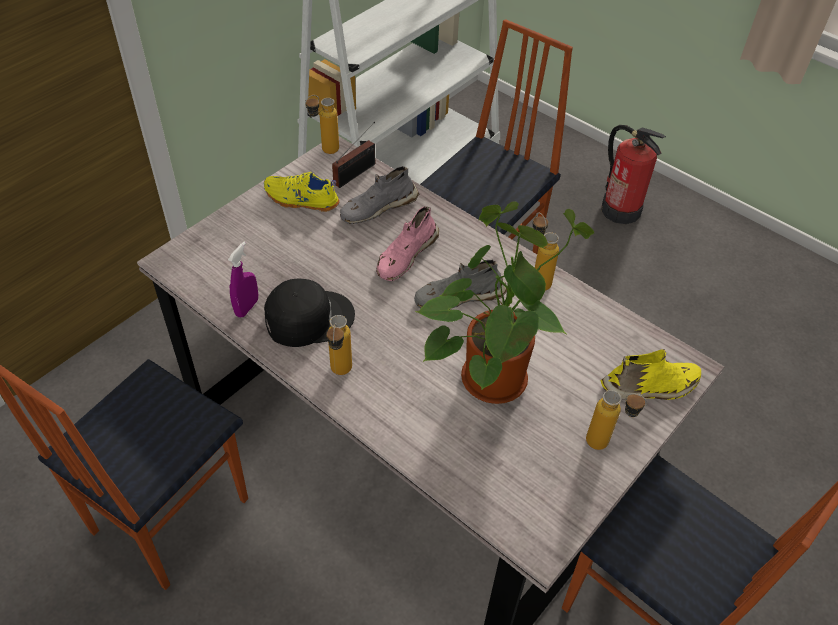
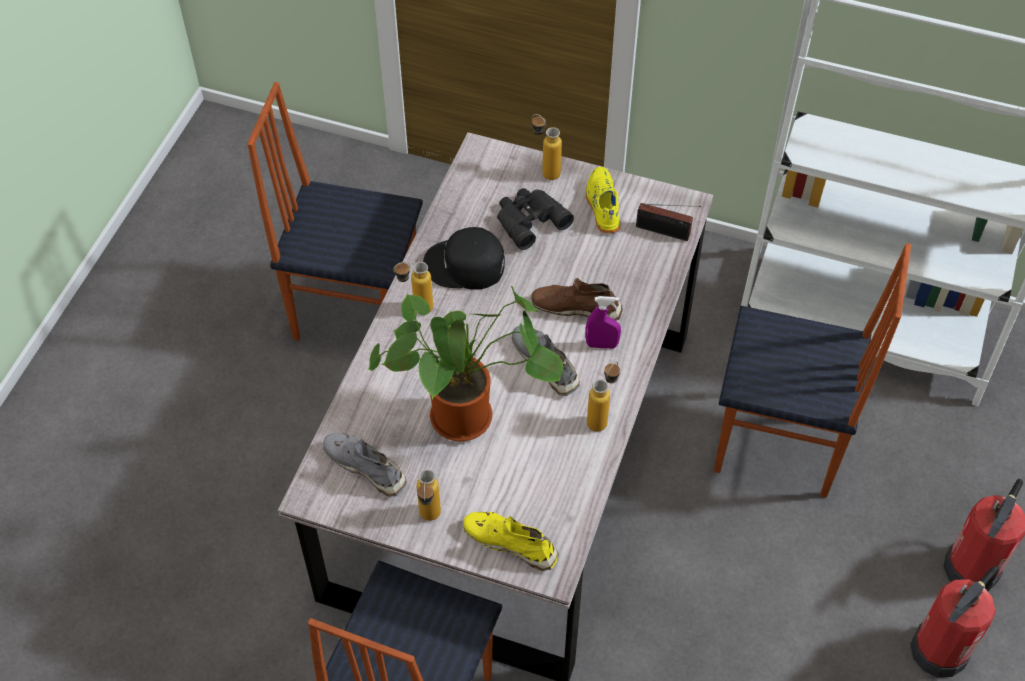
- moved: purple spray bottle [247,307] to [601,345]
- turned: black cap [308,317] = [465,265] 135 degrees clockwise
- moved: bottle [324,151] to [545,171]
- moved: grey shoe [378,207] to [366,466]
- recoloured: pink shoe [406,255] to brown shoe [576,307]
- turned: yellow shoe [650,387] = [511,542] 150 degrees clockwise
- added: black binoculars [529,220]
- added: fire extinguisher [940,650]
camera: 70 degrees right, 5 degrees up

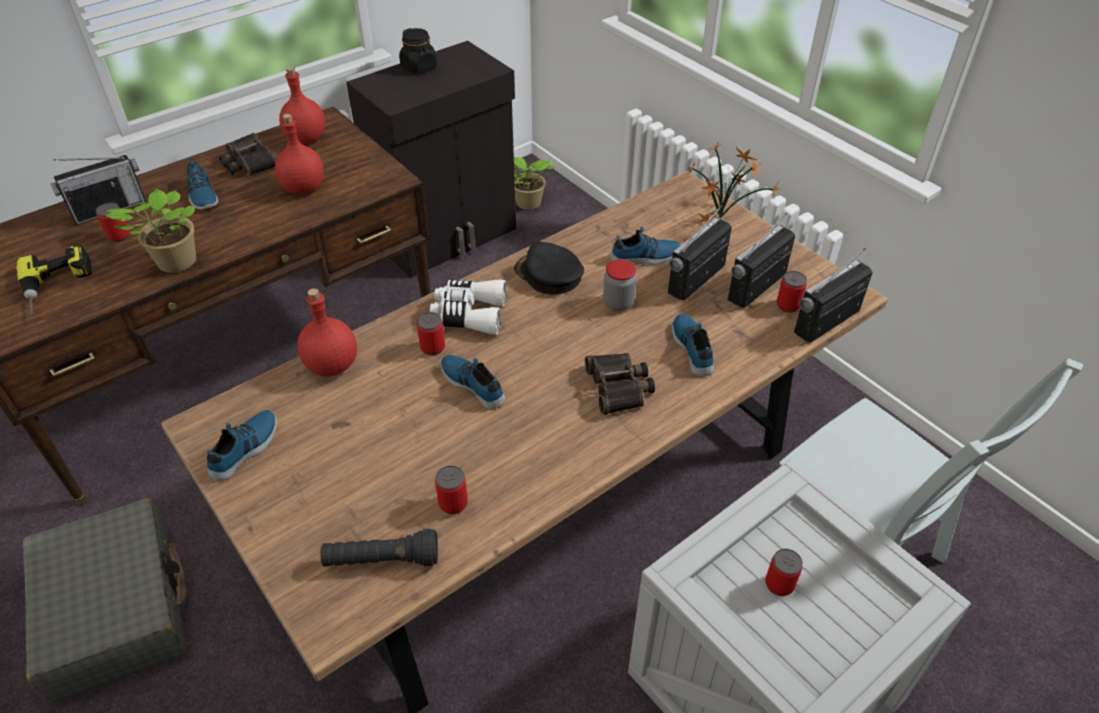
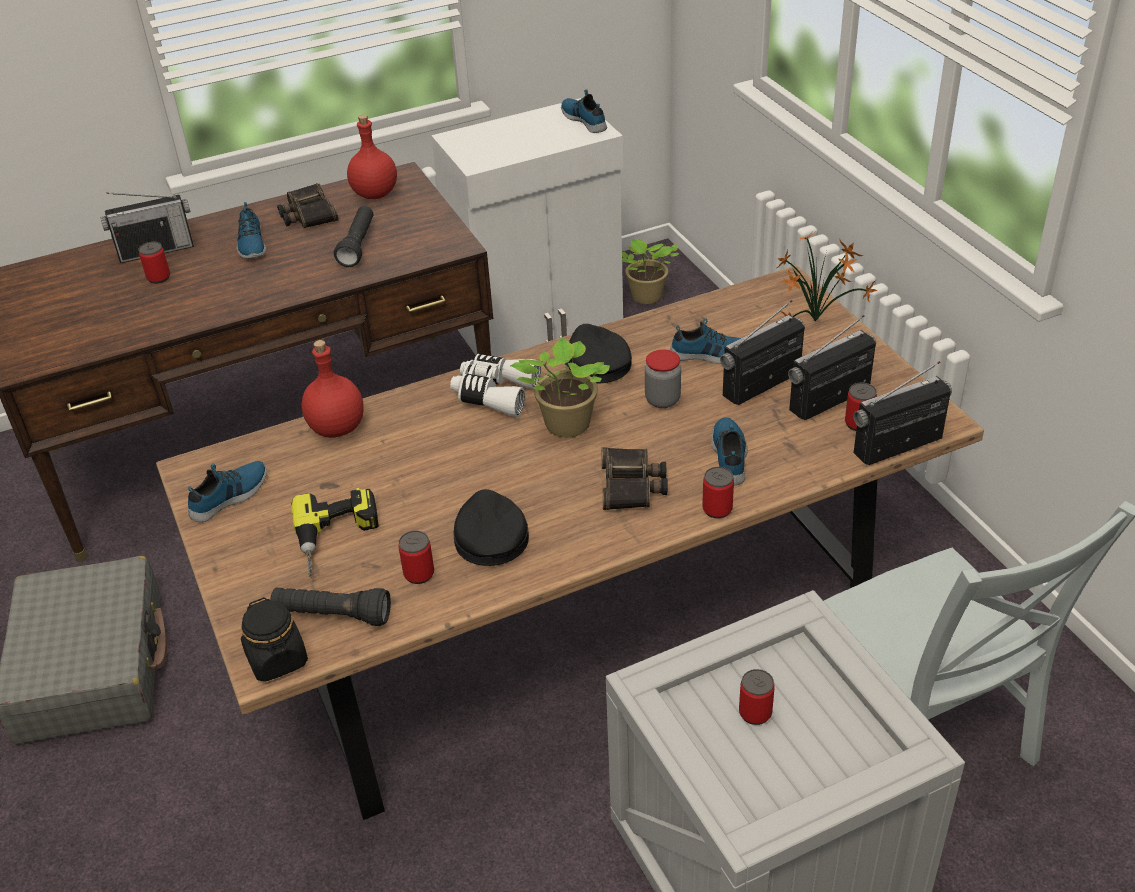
- moved: power drill [58,286] to [338,539]
- moved: potted plant [174,263] to [565,426]
- replaced: red bottle [304,187] to black flashlight [358,245]
- recoloured: black cabinet [448,236] to white cabinet [540,326]
- moved: black jar [419,67] to [277,659]
- moved: can [432,347] to [717,509]
- moved: shoe [474,384] to [585,119]
- added: black cap [489,535]
camera: 15 degrees right, 5 degrees down

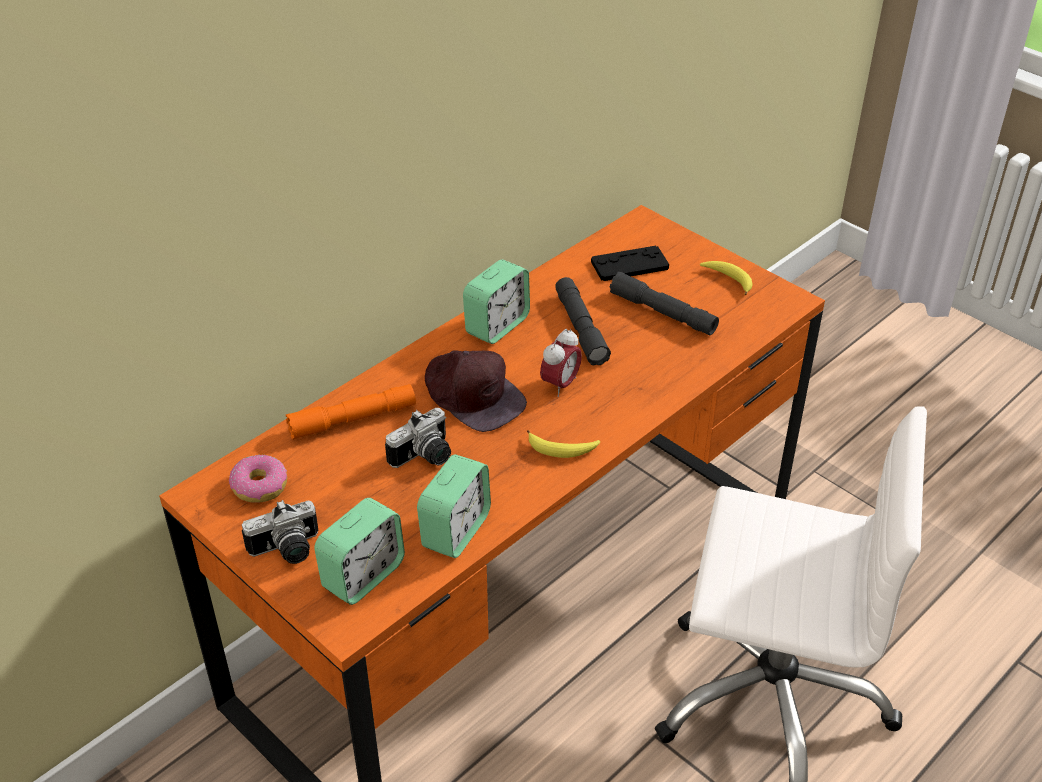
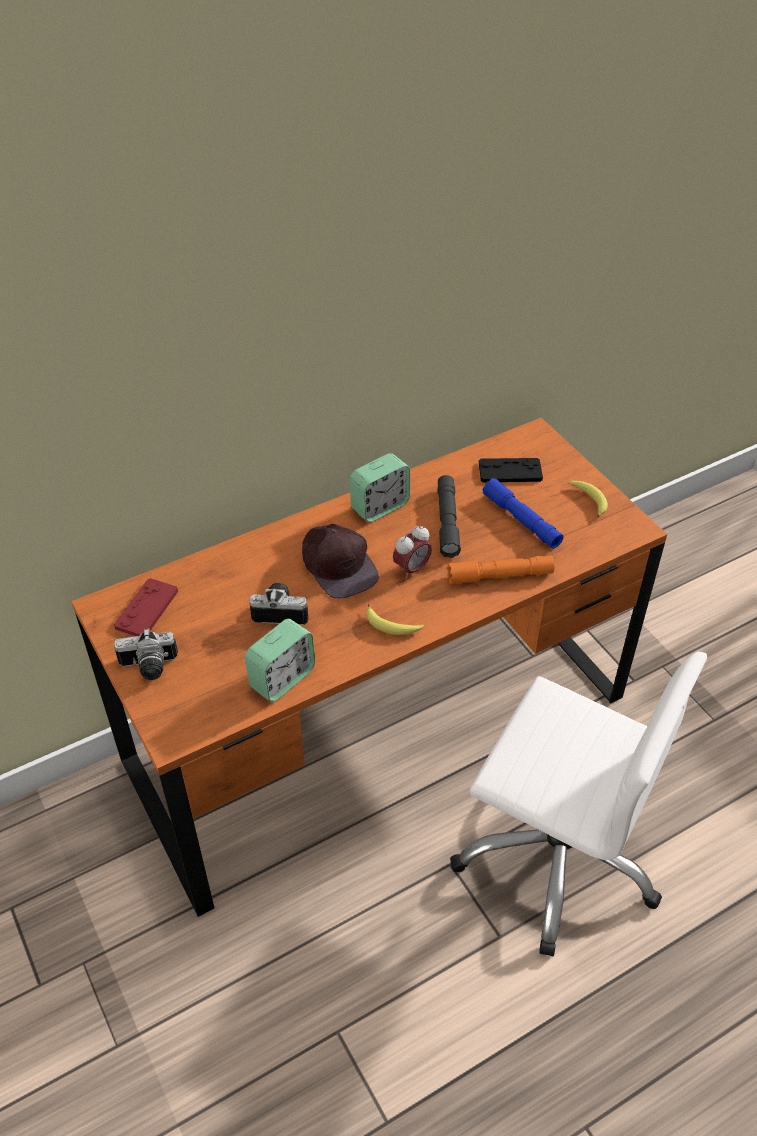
- replaced: donut [259,486] to red game controller [146,609]
- moved: orange flashlight [352,419] to [500,576]
- removed: alarm clock [363,575]
- turned: photo camera [425,457] = [281,610] 150 degrees counterclockwise
- recoloured: grey flashlight [663,313] to blue flashlight [521,520]
camera: 15 degrees right, 5 degrees up

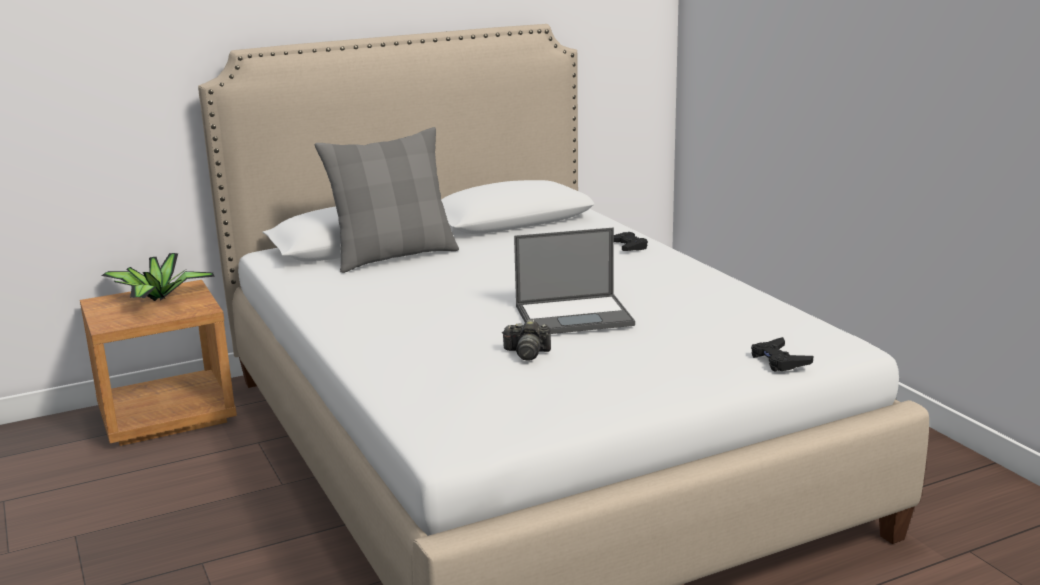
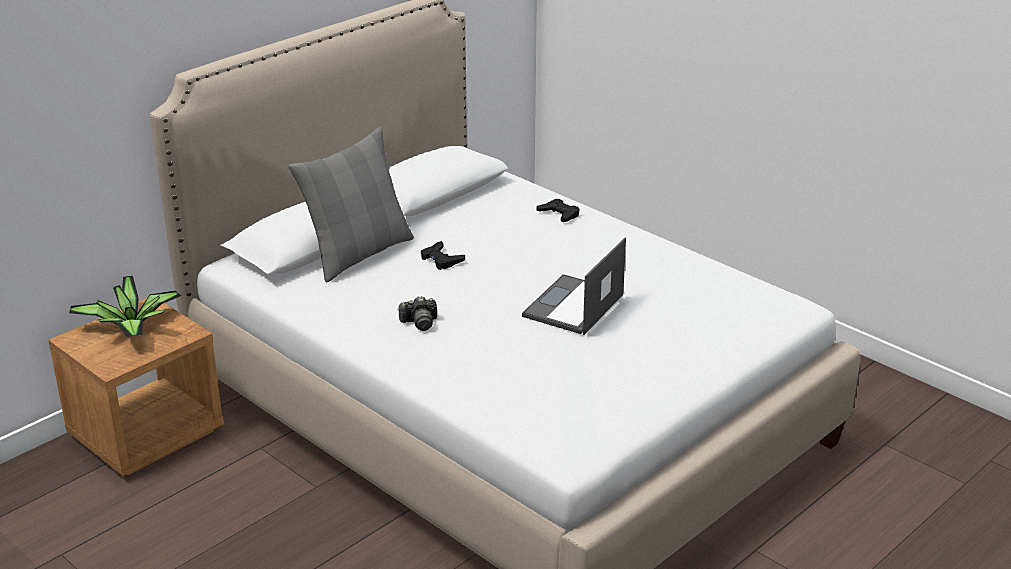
- moved: photo camera [527,353] to [419,323]
- turned: laptop [575,315] = [573,306] 150 degrees clockwise
- moved: black game controller [779,360] to [441,260]
camera: 20 degrees left, 10 degrees up

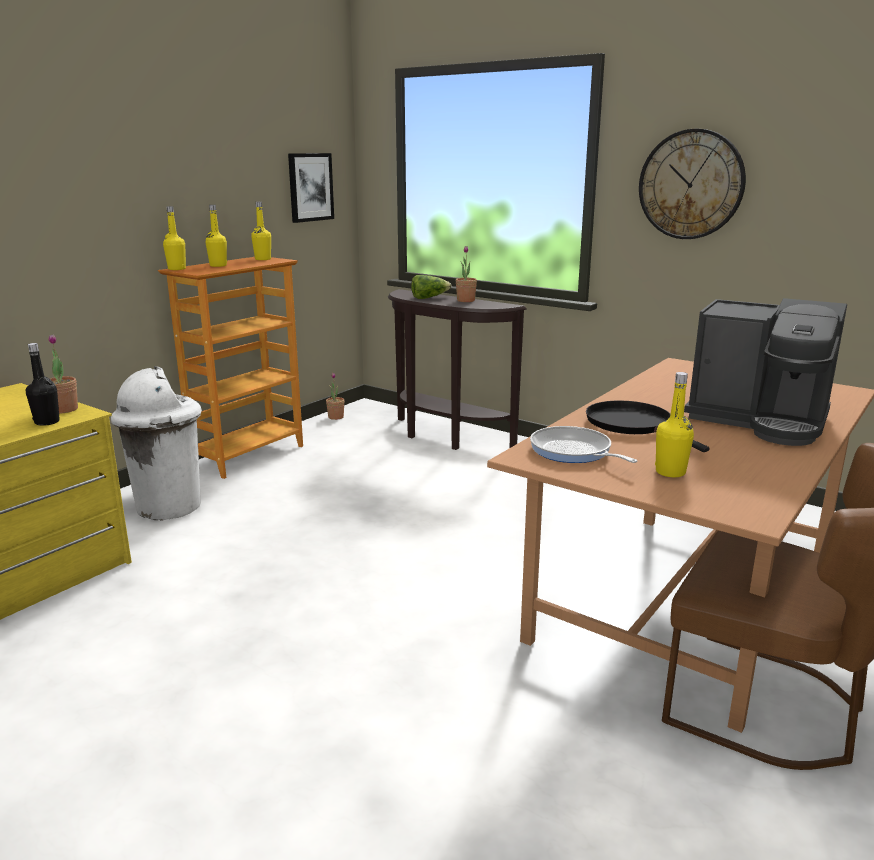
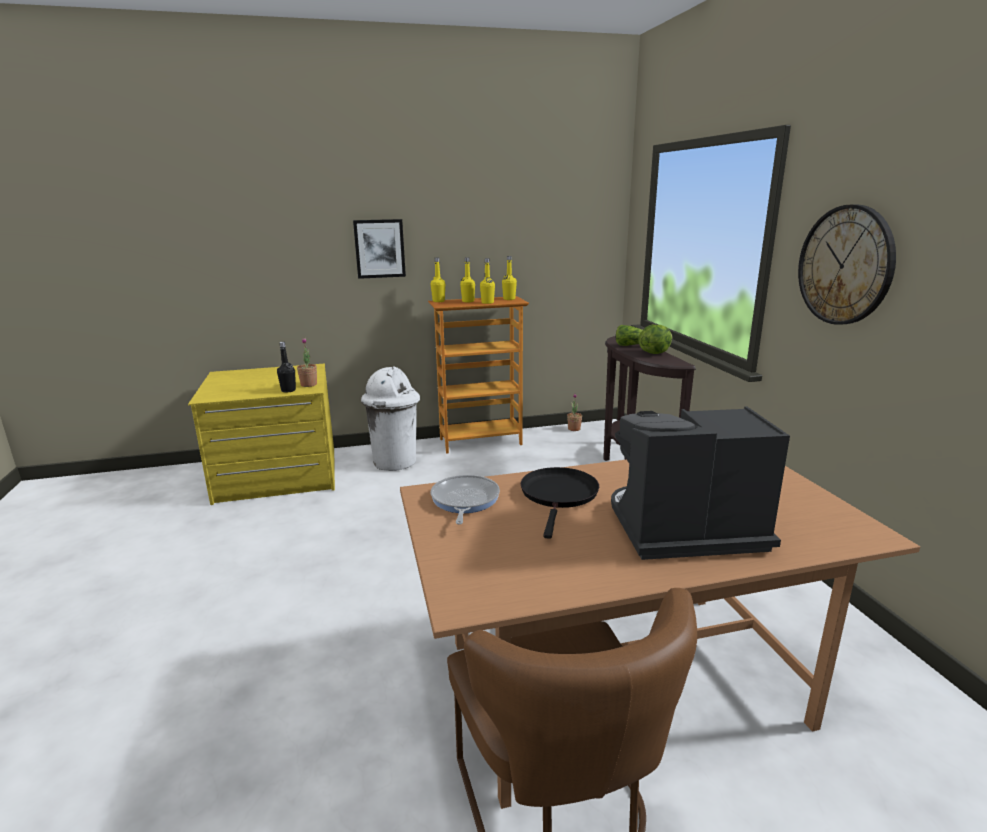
- moved: picture [310,187] to [379,248]
- replaced: potted plant [466,300] to lettuce [654,353]
- moved: yellow bottle [670,472] to [487,302]
- turned: coffee machine [759,421] = [682,531] 105 degrees clockwise
camera: 40 degrees right, 0 degrees up

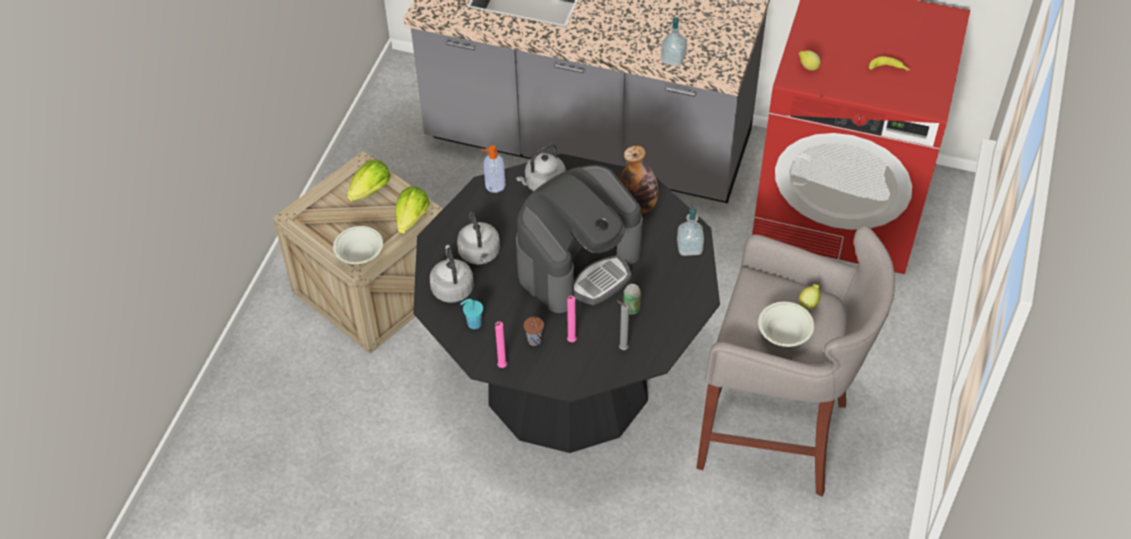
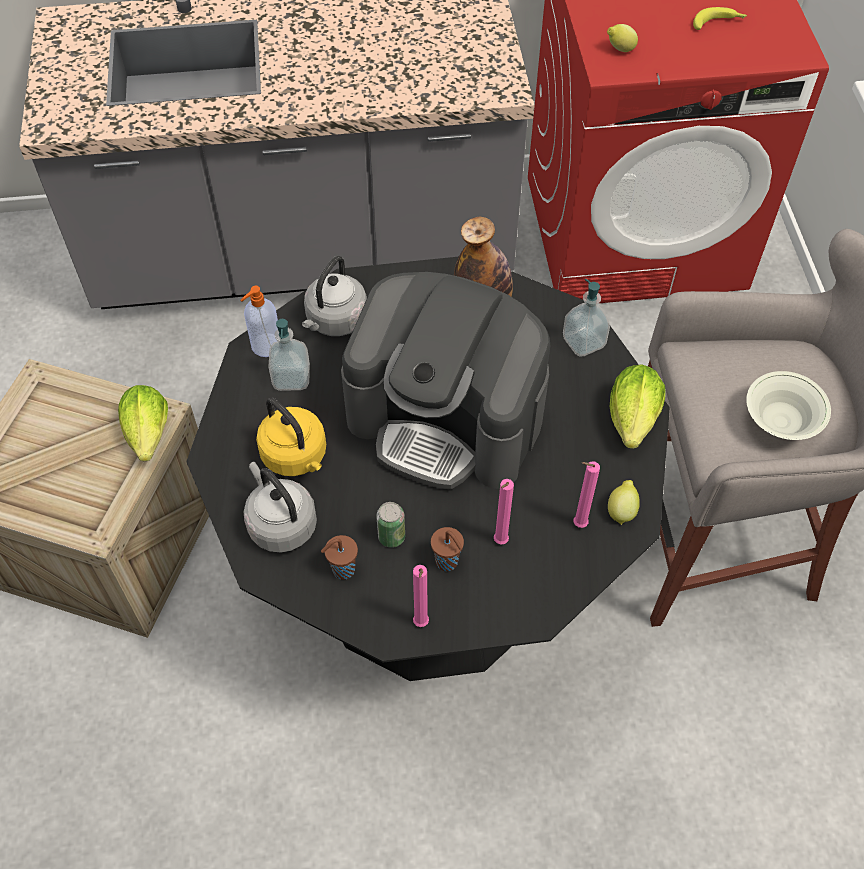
- removed: white bowl [360,257]
- moved: lettuce [368,193] to [632,424]
- recoloured: grey kettle [480,254] to yellow kettle [296,457]
- recoloured: turquoise cup [473,324] to brown cup [342,570]
- turned: coffee machine [579,263] = [447,418] 90 degrees clockwise
- recoloured: grey candle [622,348] to pink candle [577,524]
- moved: can [631,308] to [391,537]
- moved: soap dispenser [673,59] to [291,378]
- moved: lemon [809,303] to [621,510]
camera: 25 degrees left, 5 degrees up

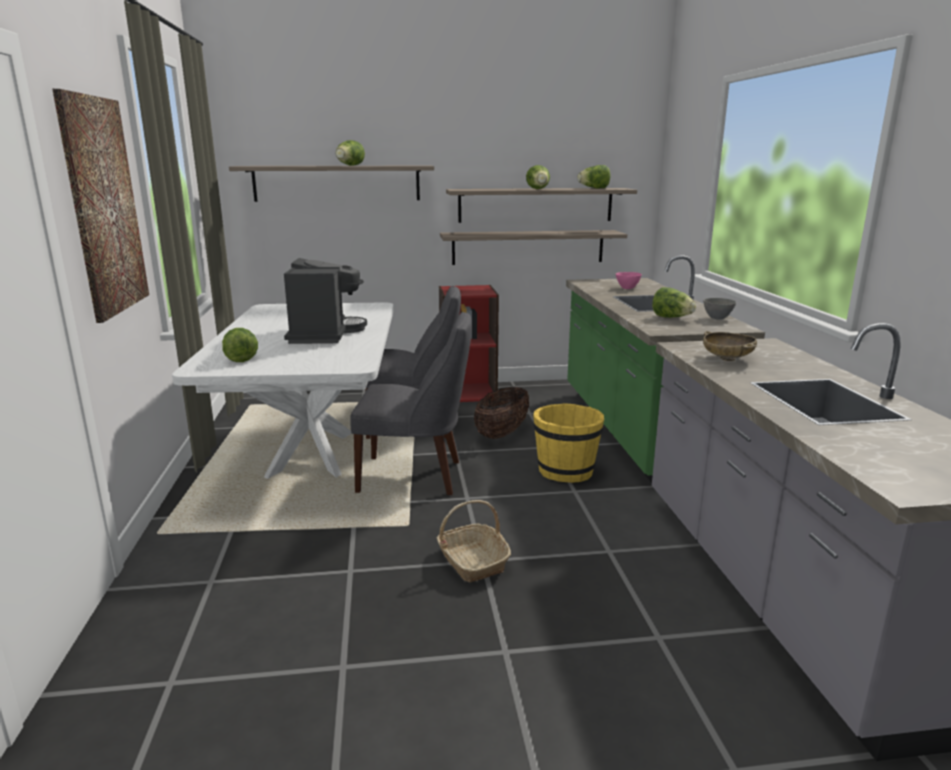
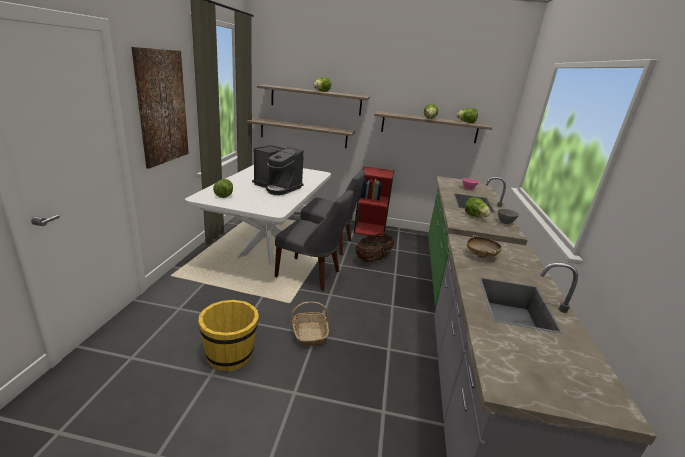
- turned: coffee machine [324,334] = [277,187] 105 degrees clockwise
- moved: shelf [528,247] to [303,133]
- moved: yellow bucket [565,471] to [230,355]
camera: 15 degrees right, 5 degrees up

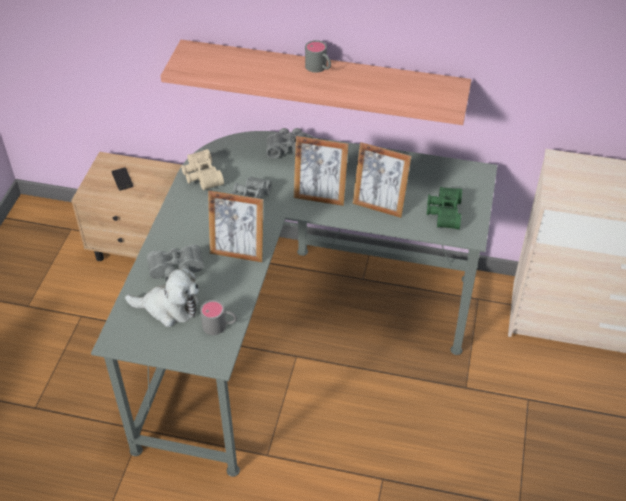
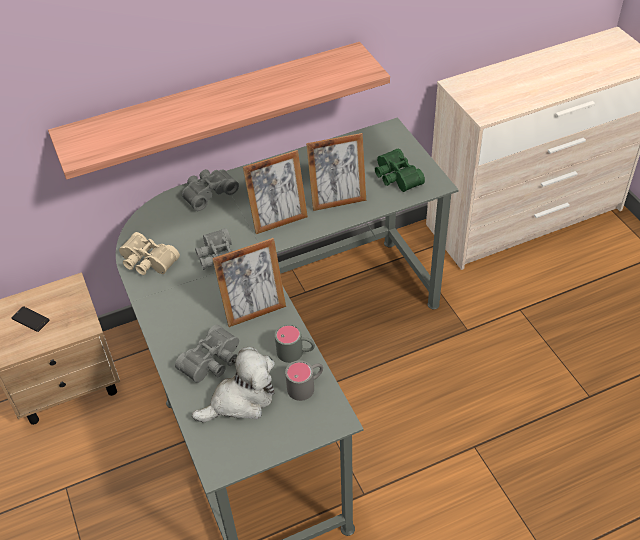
- moved: grey mug [319,68] to [296,352]
camera: 35 degrees left, 0 degrees up

